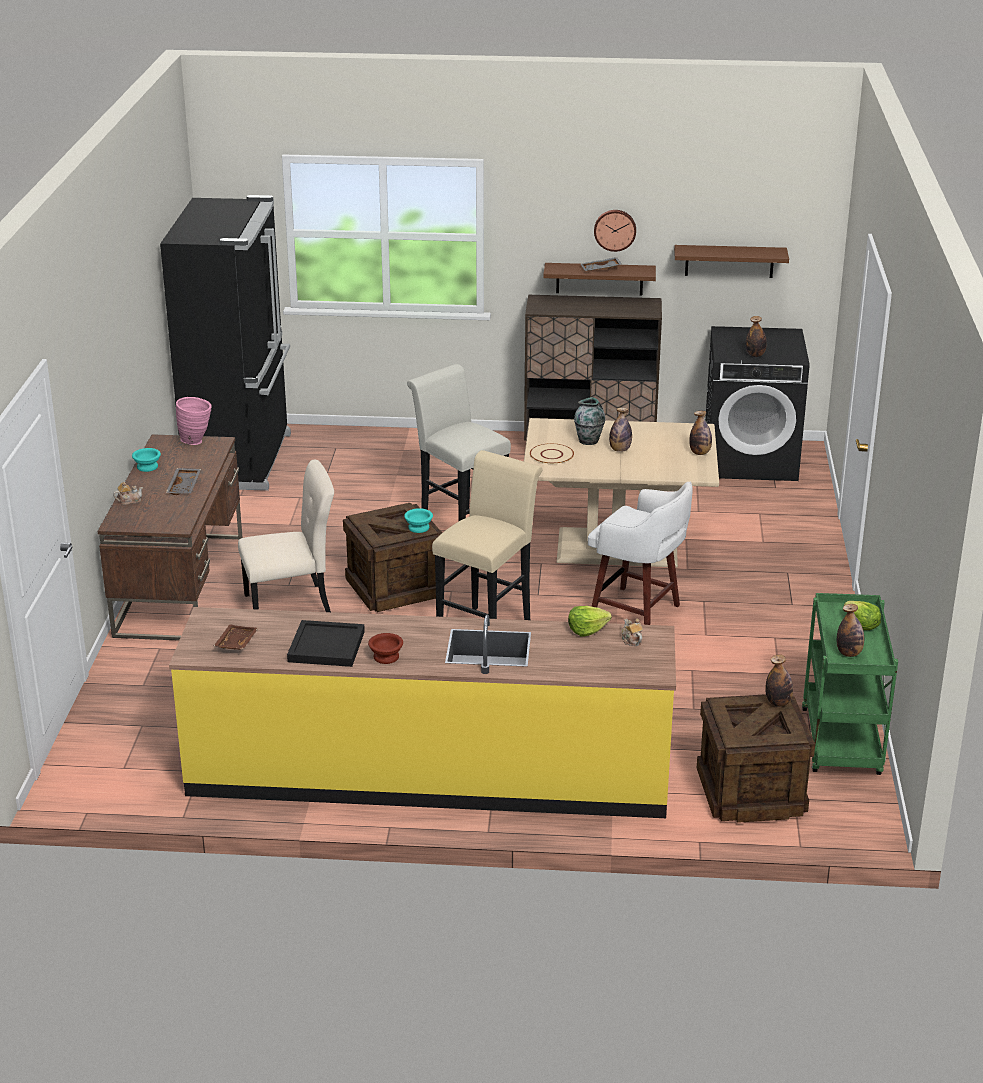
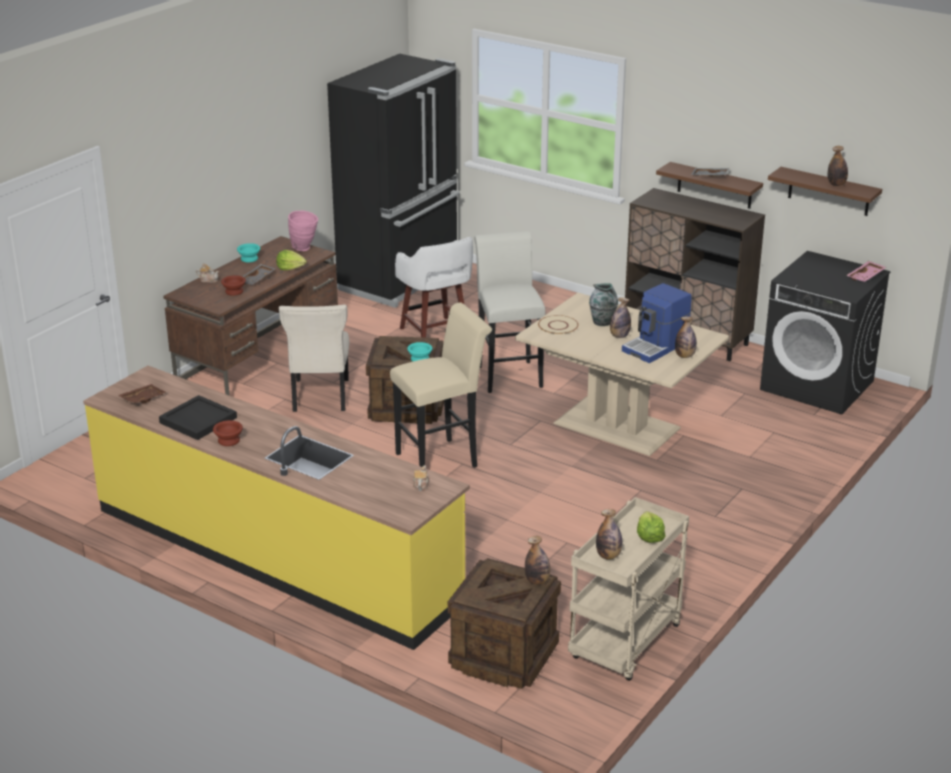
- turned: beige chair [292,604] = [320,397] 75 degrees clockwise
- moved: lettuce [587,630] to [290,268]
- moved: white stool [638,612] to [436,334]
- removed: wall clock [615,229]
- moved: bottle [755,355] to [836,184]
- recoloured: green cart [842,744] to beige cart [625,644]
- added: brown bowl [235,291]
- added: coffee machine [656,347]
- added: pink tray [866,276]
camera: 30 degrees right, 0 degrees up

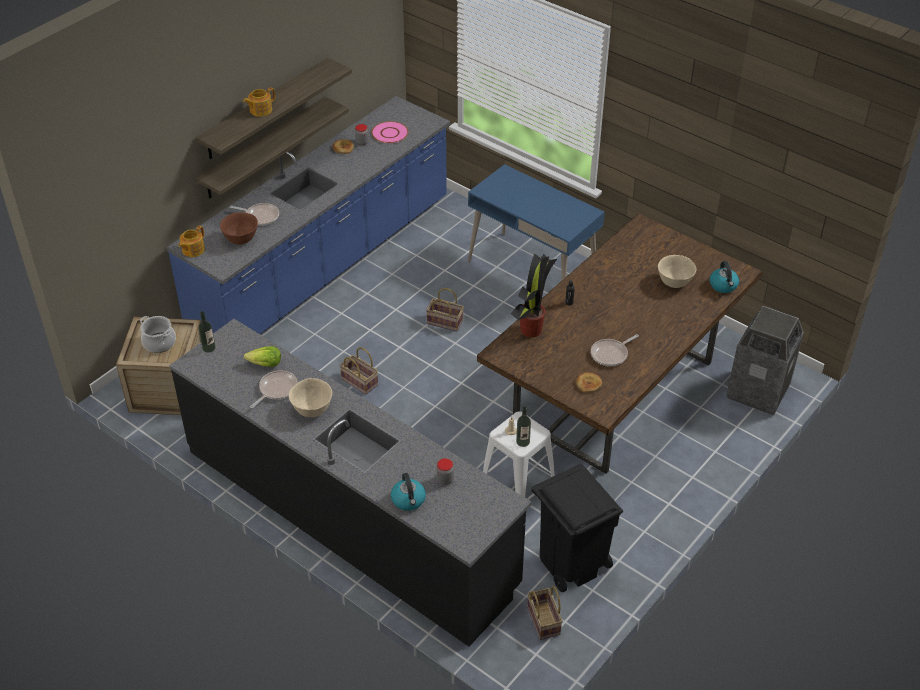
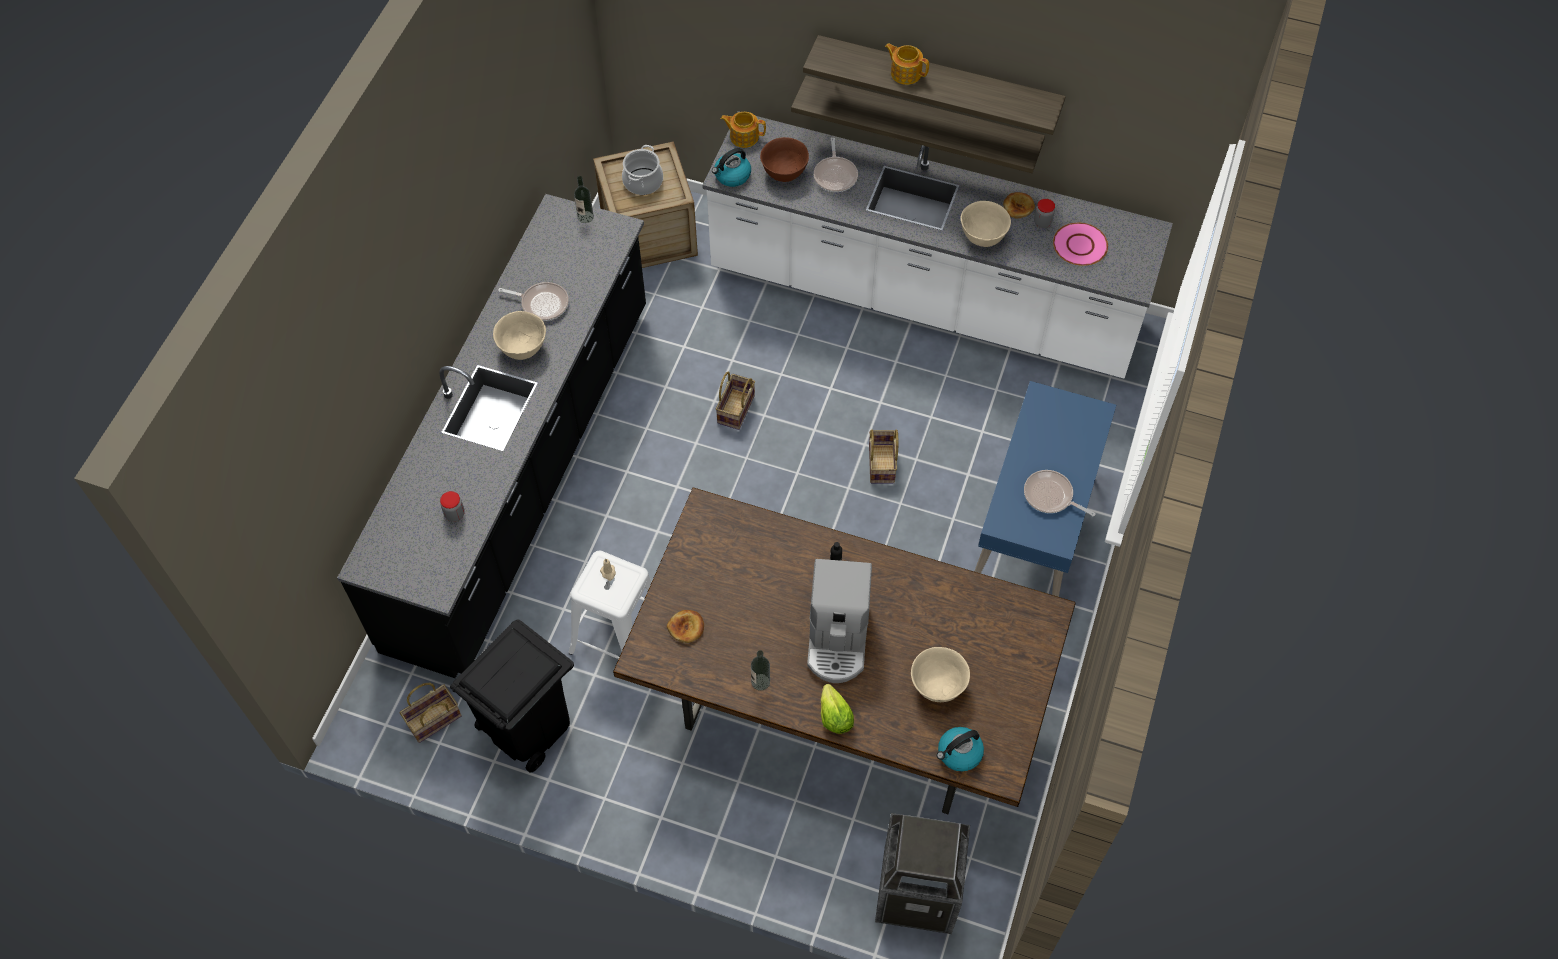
- recoloured: blue counter [324,266] to white counter [923,299]
- moved: lettuce [265,364] to [834,716]
- moved: kettle [408,500] to [732,176]
- removed: potted plant [531,329]
- moved: bottle [523,441] to [760,682]
- moved: frying pan [611,354] to [1050,496]
- added: coffee machine [838,639]
- added: beige bowl [982,237]
camera: 70 degrees right, 15 degrees up

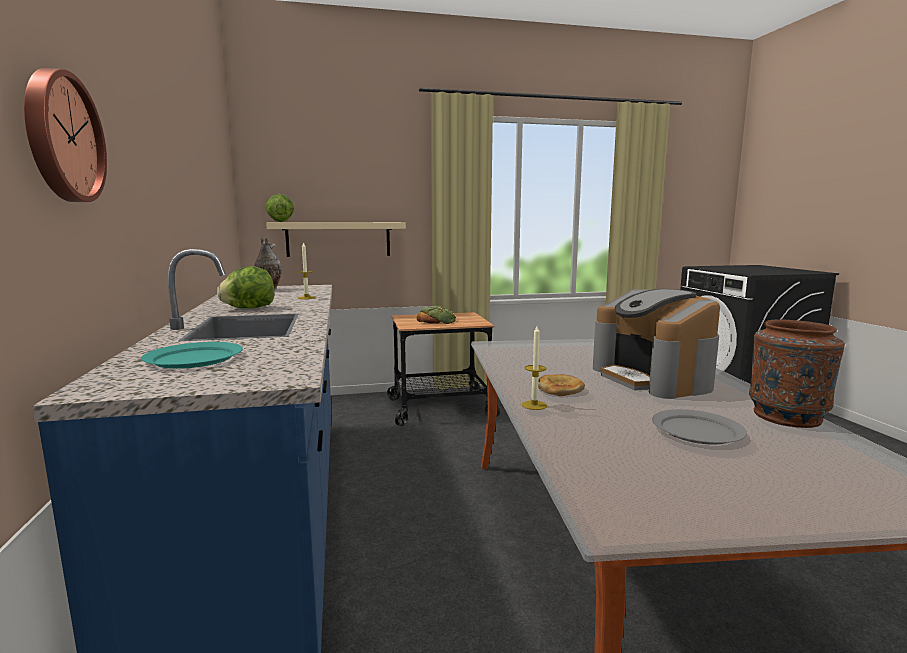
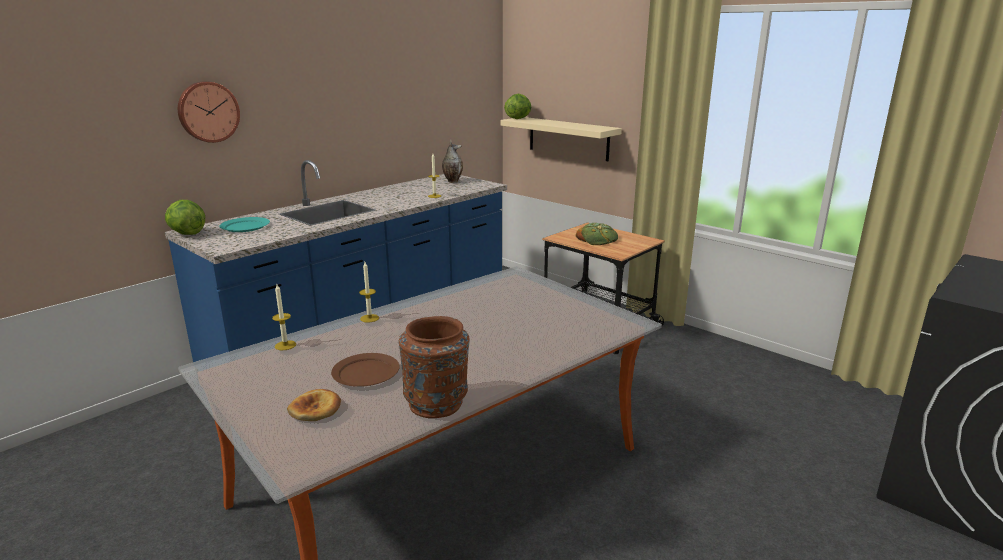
- moved: lettuce [249,308] to [187,234]
- moved: bread [560,389] to [316,409]
- removed: coffee machine [652,378]
- recoloured: grey plate [698,430] to brown plate [365,373]
- added: candle [285,345]
camera: 55 degrees right, 10 degrees up

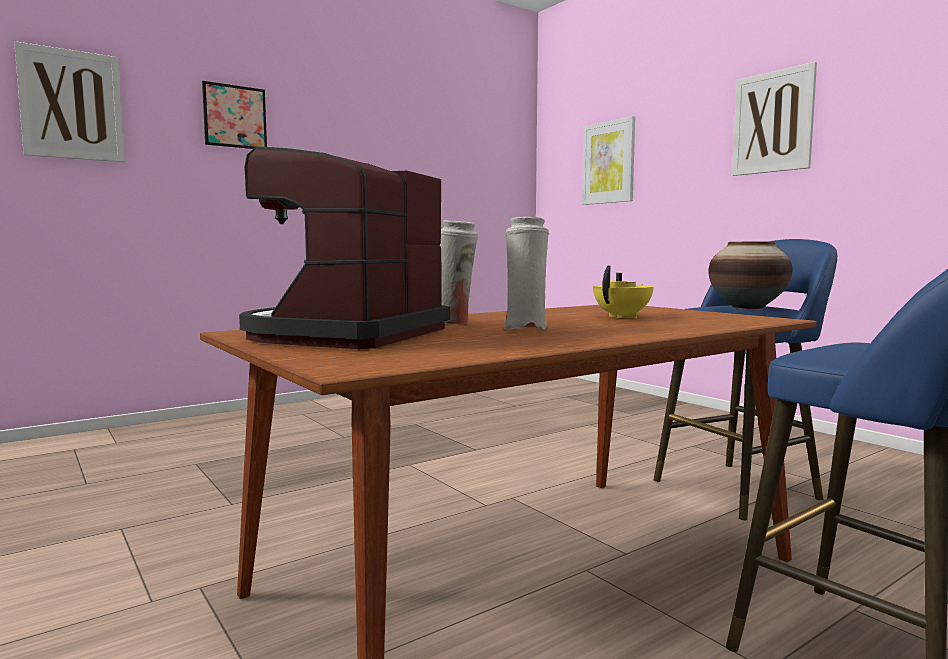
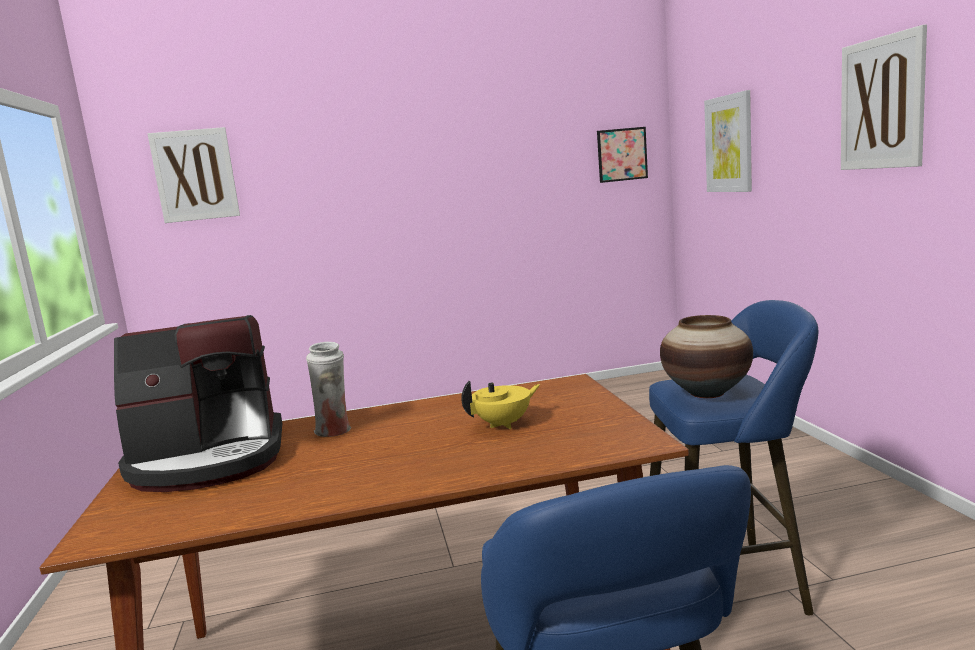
- moved: picture [235,116] to [622,154]
- turned: coffee machine [346,335] = [209,460] 150 degrees counterclockwise
- removed: white vase [525,329]
camera: 25 degrees right, 5 degrees up

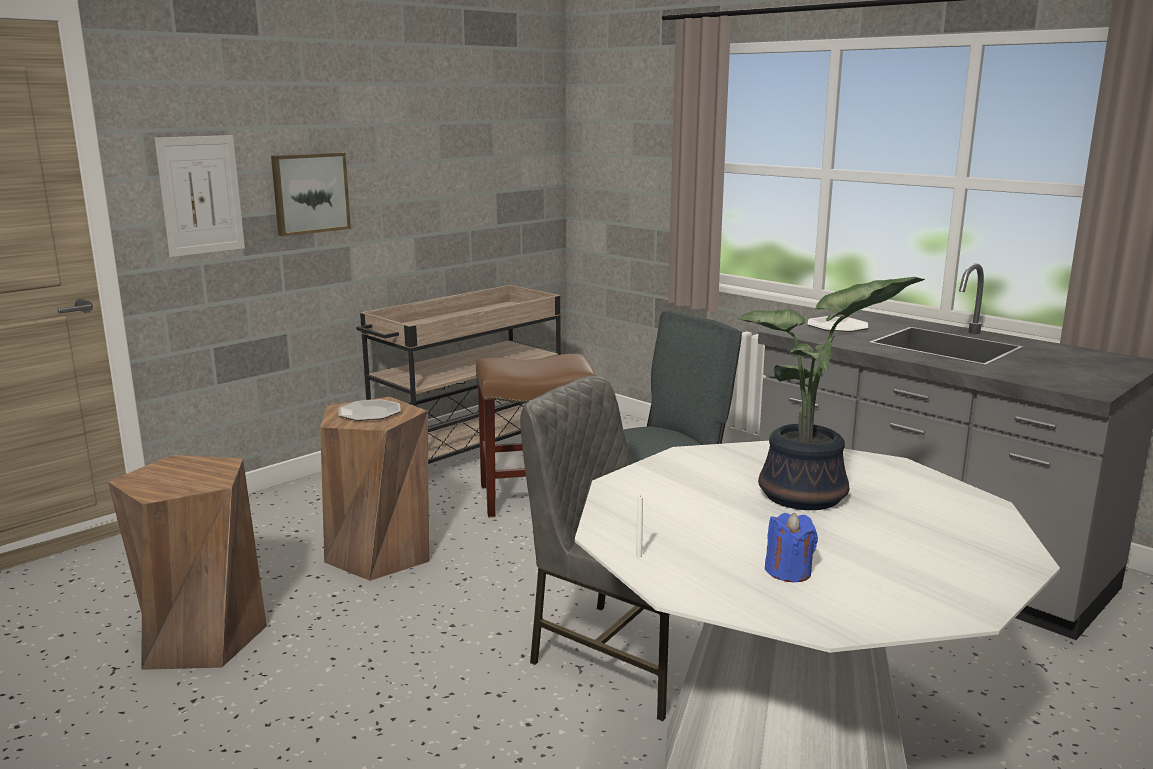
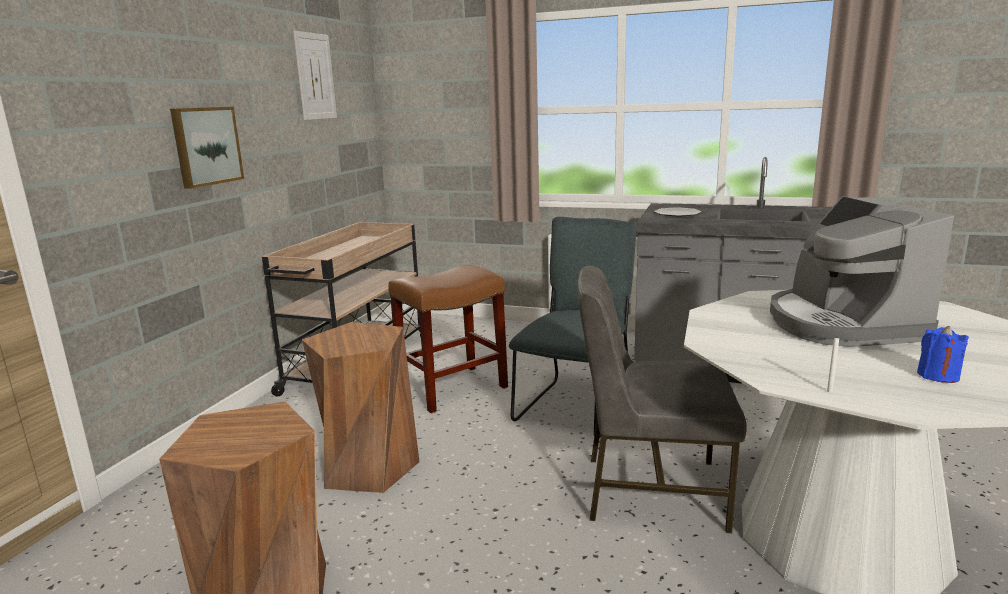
- moved: picture [201,195] to [315,76]
- removed: plate [369,412]
- replaced: potted plant [807,497] to coffee machine [841,324]
camera: 25 degrees left, 0 degrees up

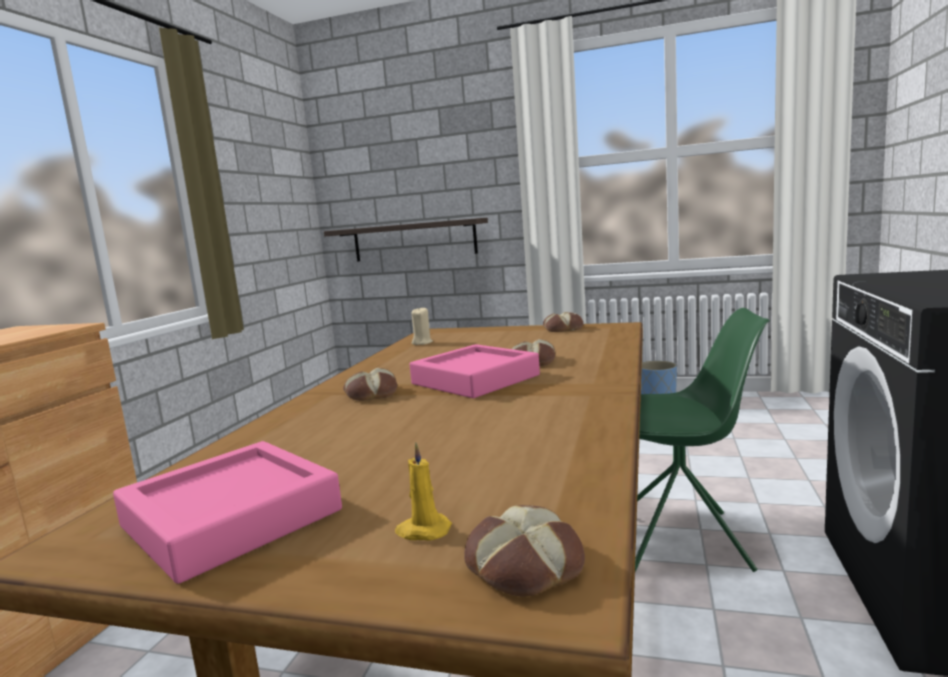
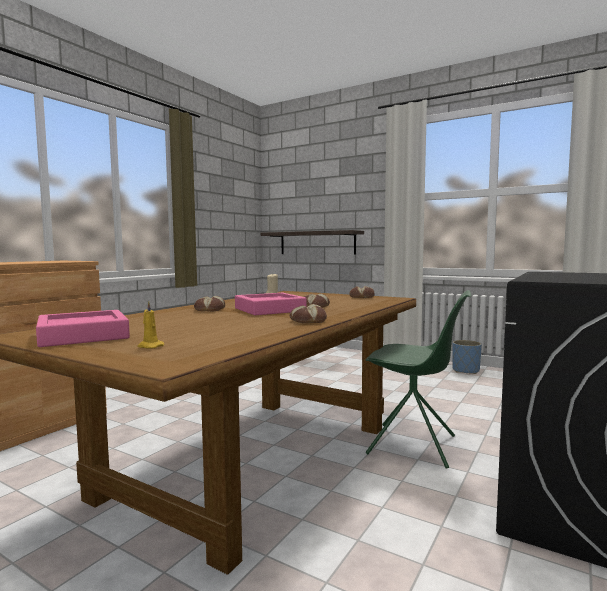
- moved: bread [522,565] to [307,321]
camera: 15 degrees right, 5 degrees down

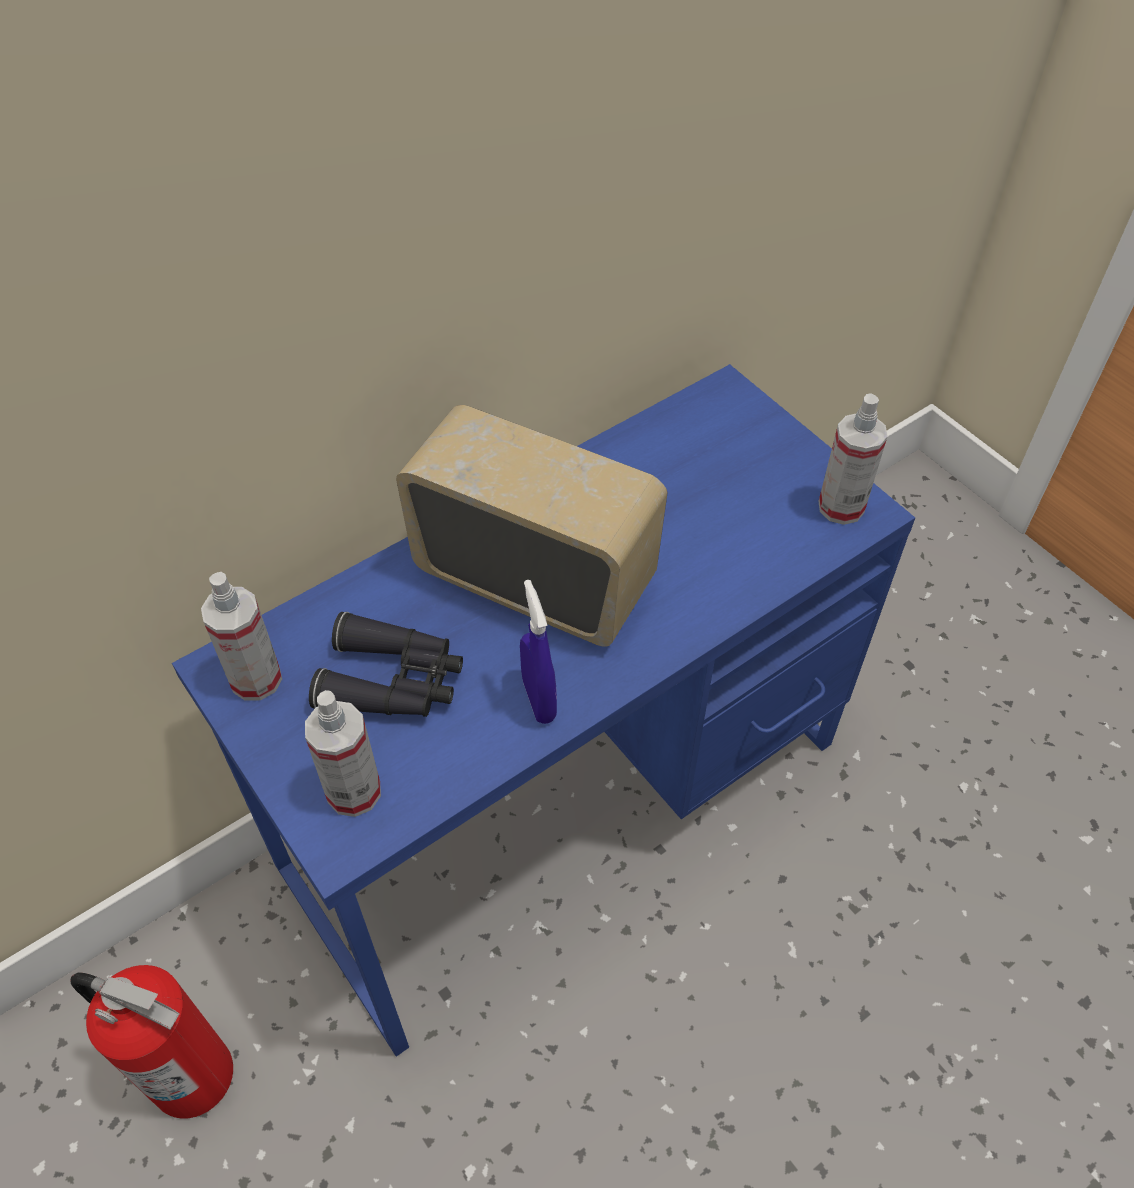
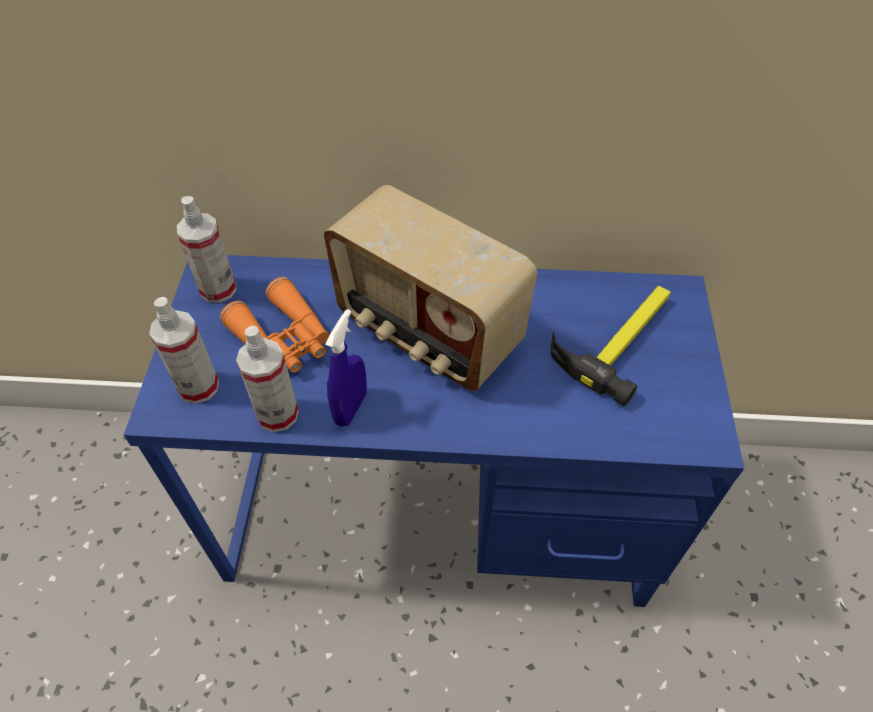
- removed: fire extinguisher [192,1073]
- recoloured: black binoculars [393,681] to orange binoculars [284,339]
- turned: radio [536,577] = [427,333] 150 degrees clockwise
- moved: spray bottle [841,507] to [277,414]
- added: hammer [618,338]
camera: 40 degrees right, 0 degrees up

